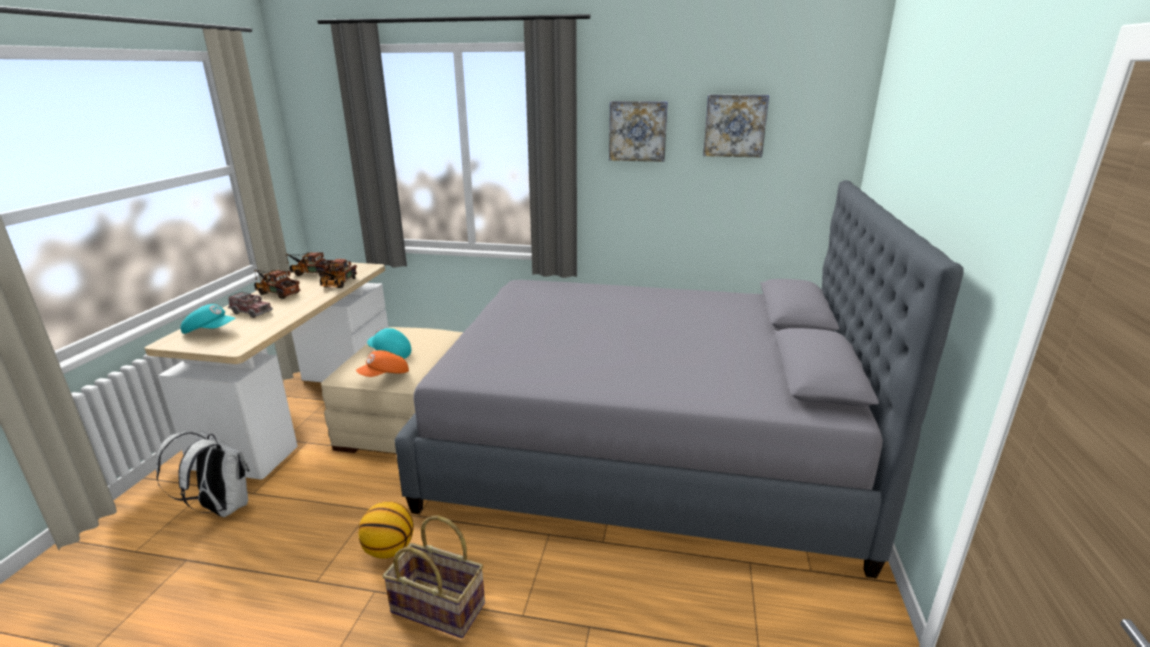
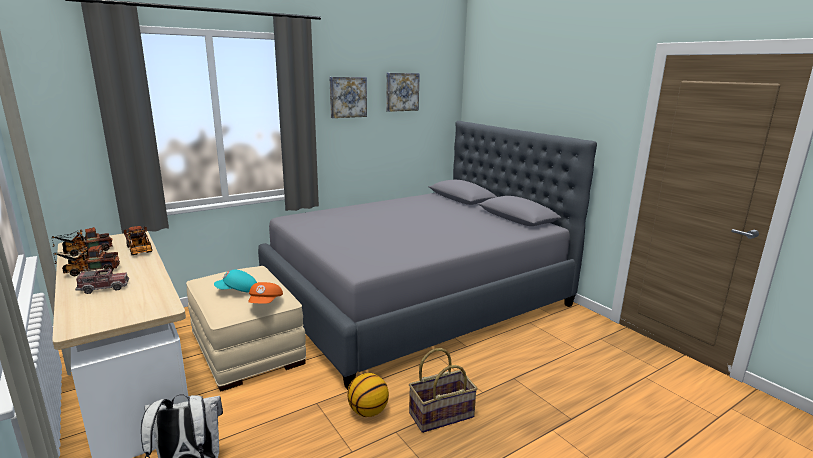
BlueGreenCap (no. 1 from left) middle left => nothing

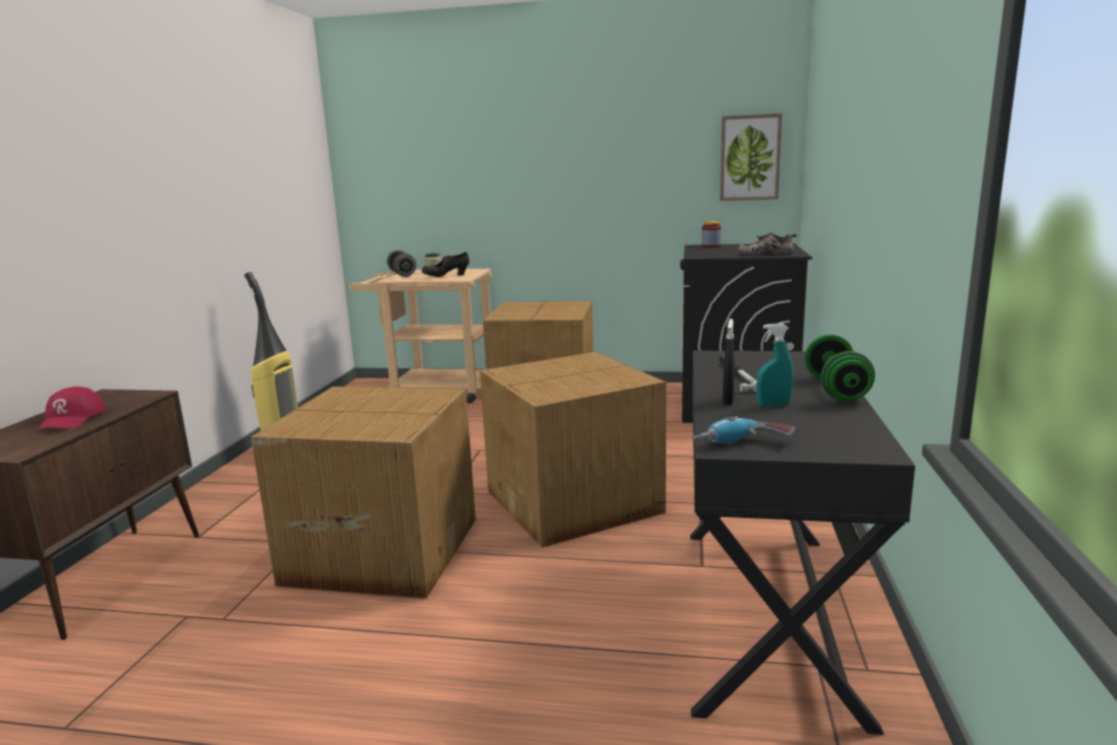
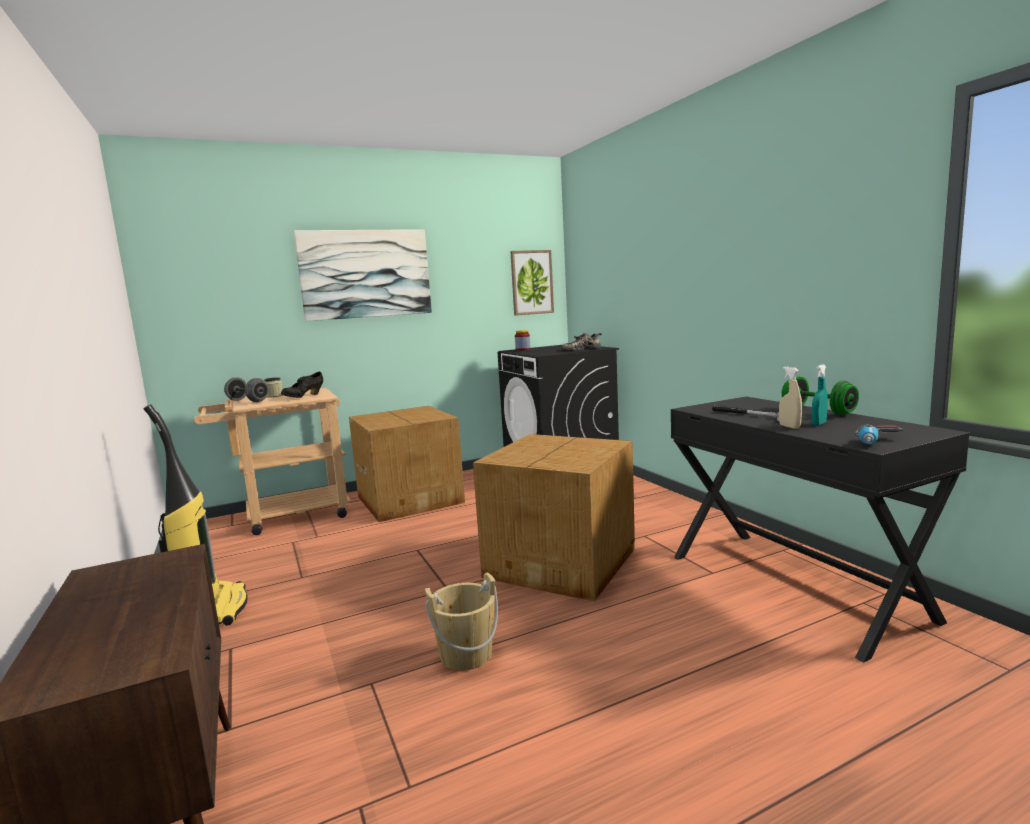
RedColouredCap middle left => nothing
nothing => WallPicture (no. 1 from left) centre
CardboardBox (no. 1 from left) middle left => BeigeColouredWaterBucket bottom centre
BlackColouredSprayBottle centre => BeigeColouredSprayBottle middle right

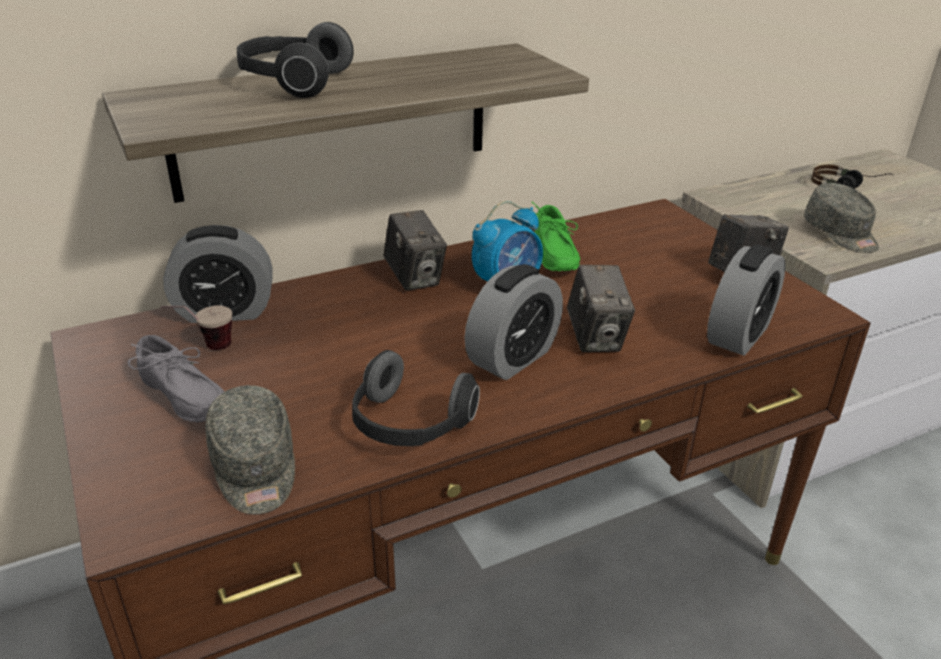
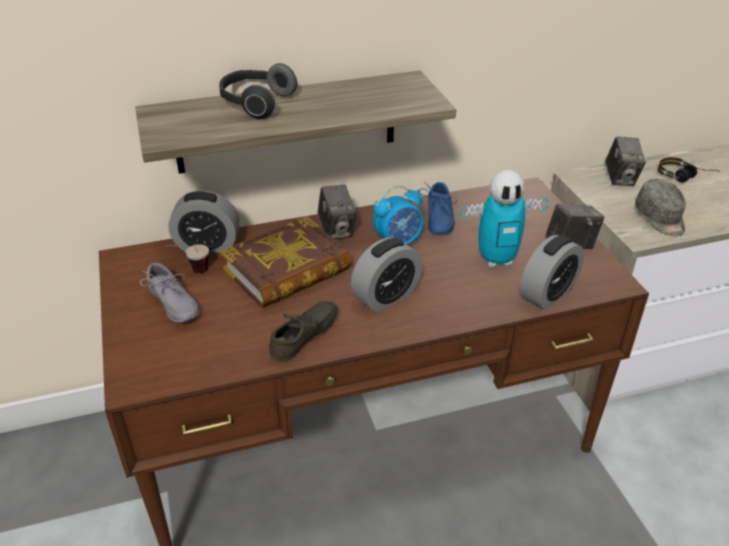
GreyishCap (no. 1 from left) bottom left => nothing
nothing => Book centre
nothing => RobotFigure middle right
PhotoCamera (no. 2 from left in the first image) centre => PhotoCamera (no. 3 from left) top right, shifted
Headphones (no. 2 from left) centre => GreyishLowShoe (no. 2 from left) centre
GreenColouredLowShoe centre => BlueLowShoe centre

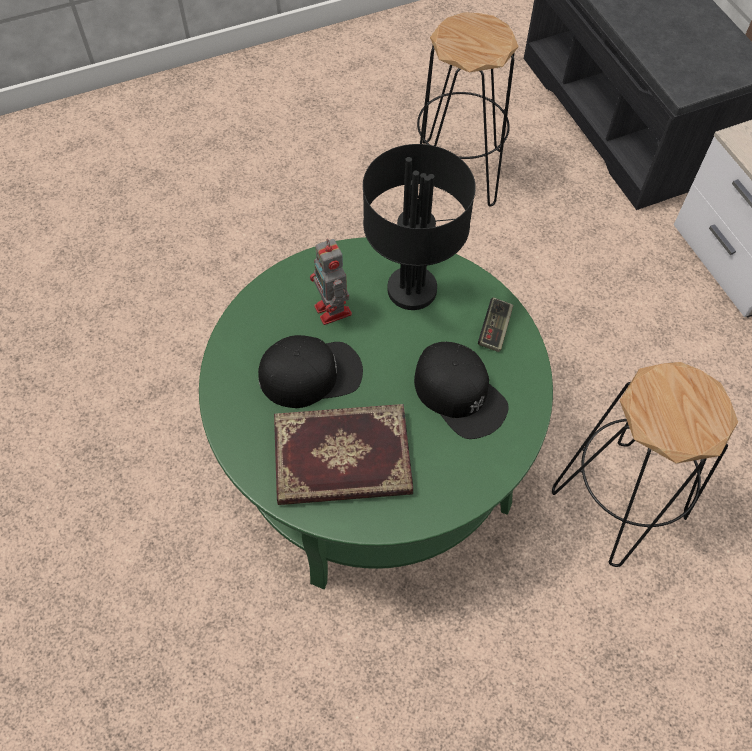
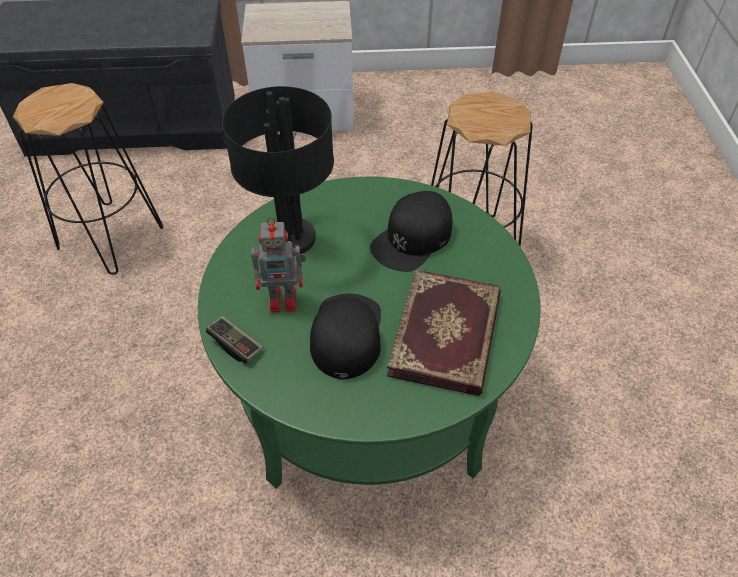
Gamepad centre => Gamepad middle left, shifted
BlackColouredCap (no. 2 from left) centre, 150 degrees clockwise

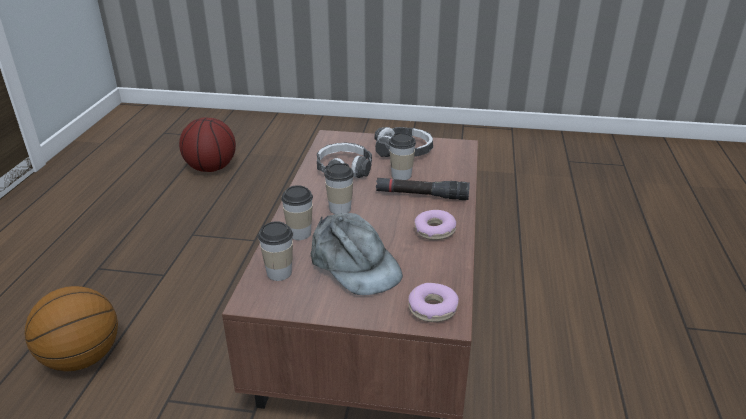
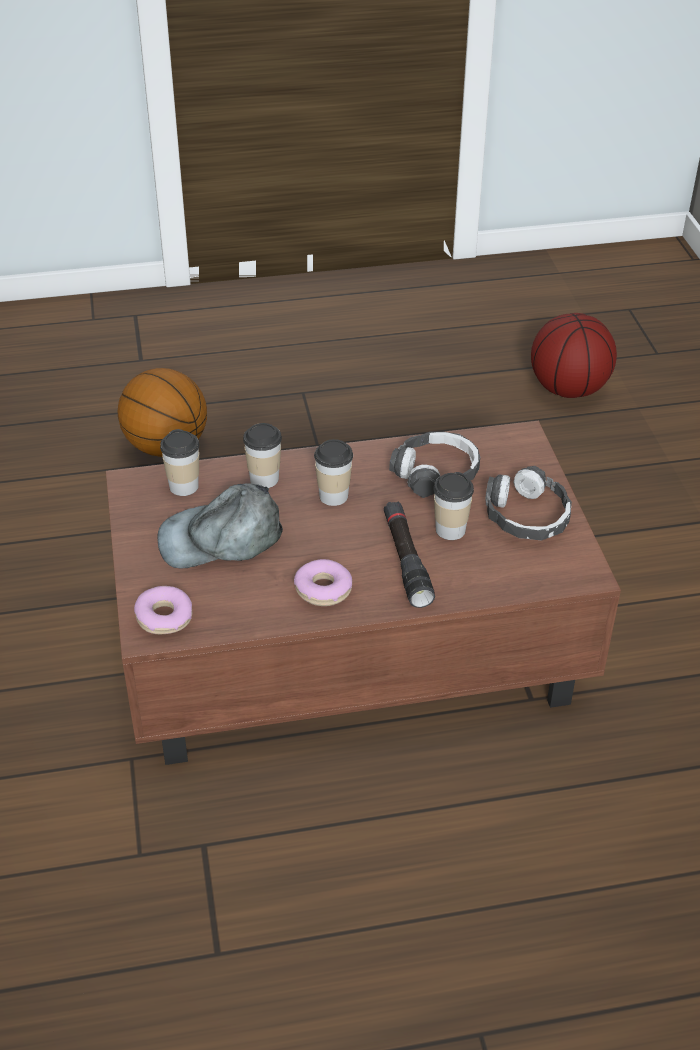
GreyishCap centre => GreyishCap middle left, 45 degrees clockwise

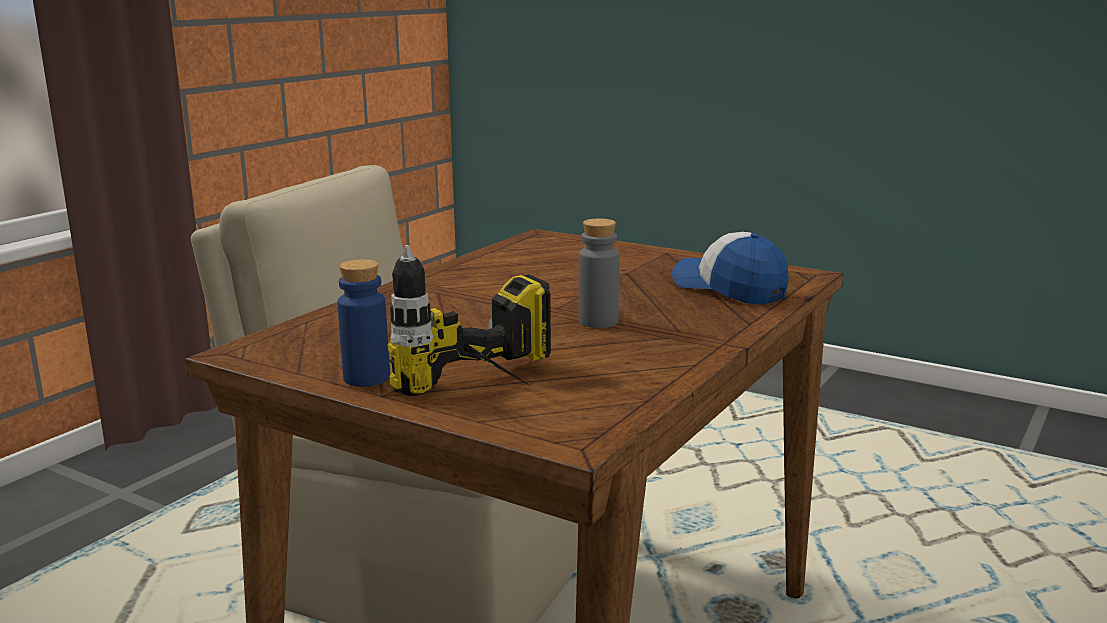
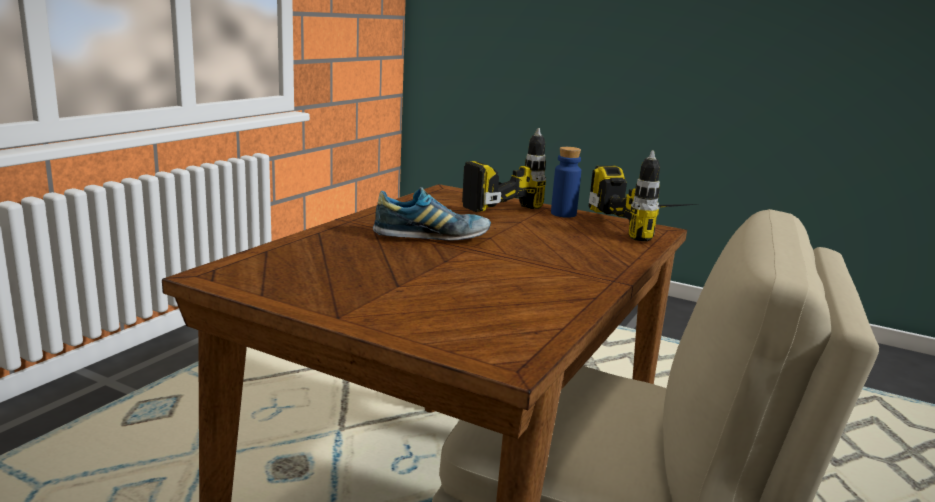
Cap centre => nothing
nothing => ElectricDrill (no. 2 from left) middle right
GreyishBeverageBottle centre => LowShoe centre

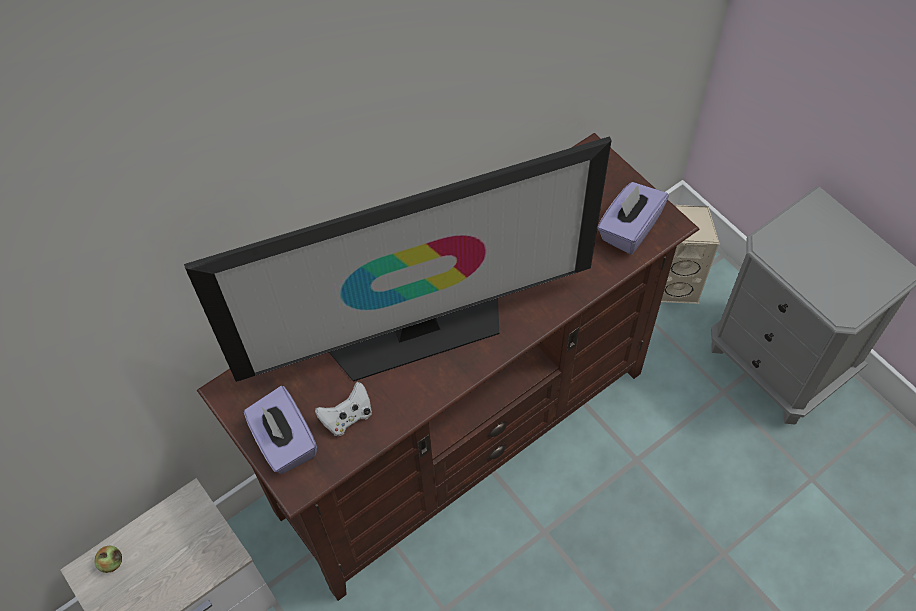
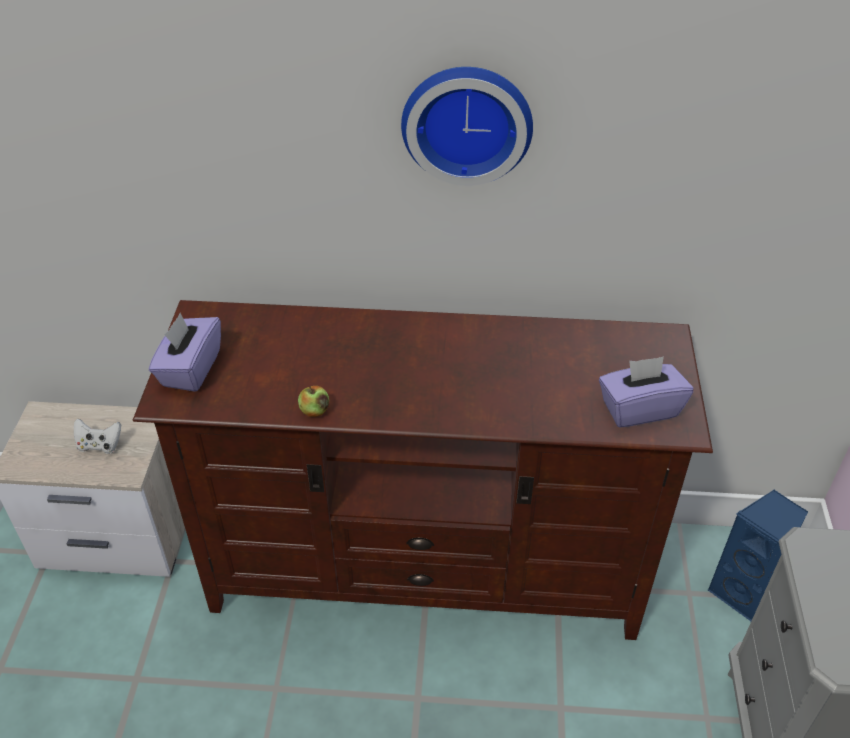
Television centre => nothing
nothing => WallClock top centre
AppleFruit bottom left => AppleFruit centre, shifted
WhiteColouredGamepad bottom centre => WhiteColouredGamepad middle left, shifted
BeigeColouredSpeaker middle right => BlueSpeaker bottom right

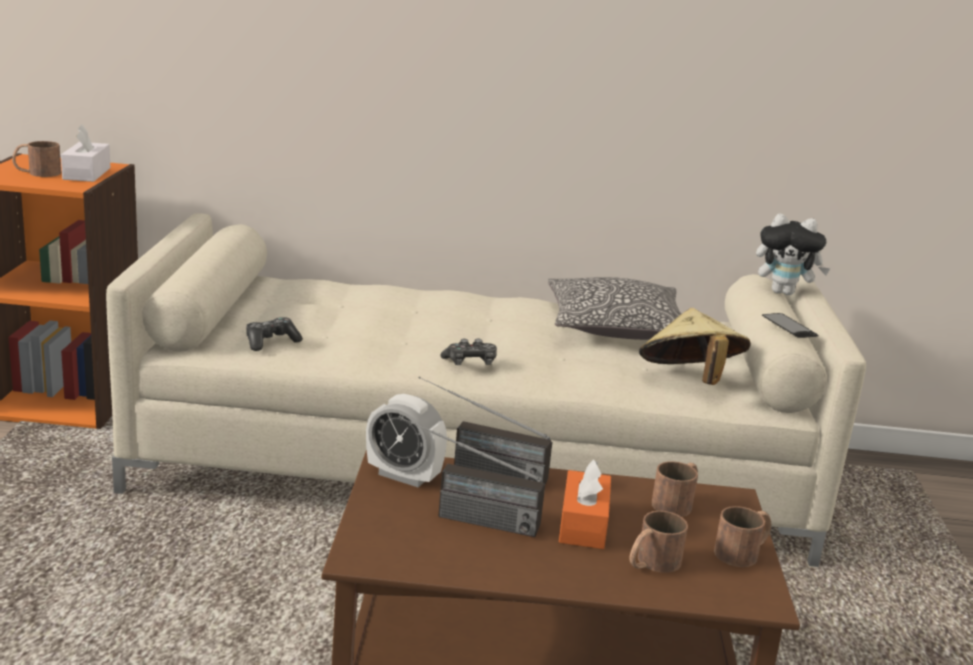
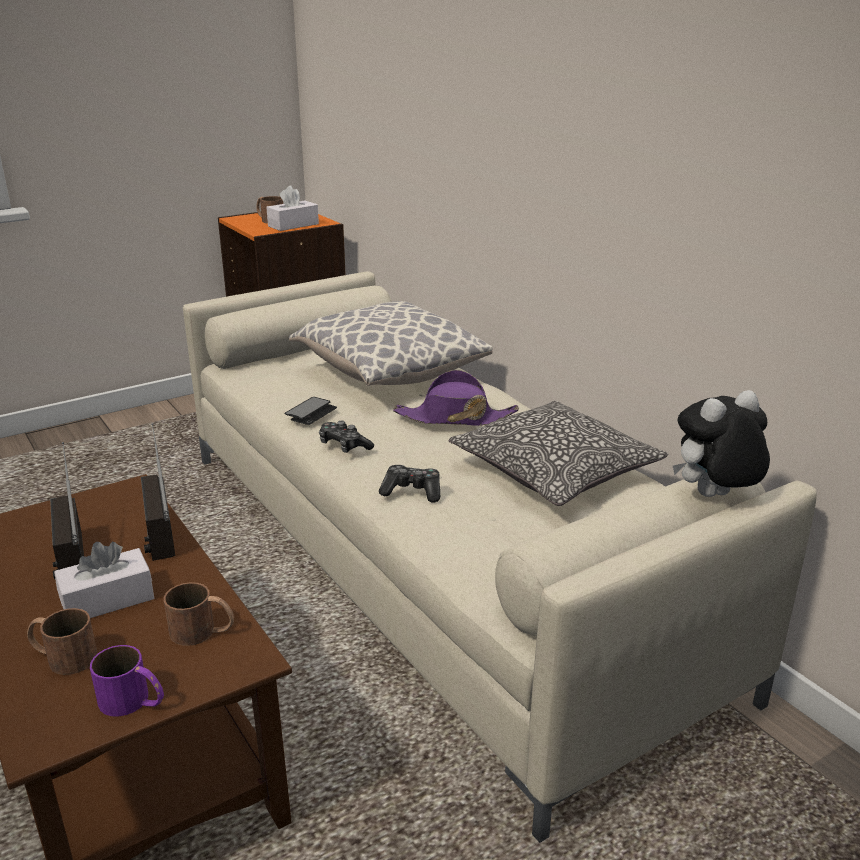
AlarmClock centre => nothing
BeigeColouredWearableHat middle right => nothing
nothing => ThrowPillow (no. 1 from left) centre
nothing => PurpleColouredWearableHat centre
Gamepad (no. 1 from left in the first image) middle left => Gamepad (no. 2 from left) centre, shifted
Phone middle right => Phone centre, shifted
OrangeColouredBoxOfTissues bottom centre => WhiteColouredBoxOfTissues (no. 1 from left) bottom left
BrownMug (no. 4 from left) bottom right => PurpleColouredMug bottom left
CuddlyToy middle right, 90 degrees clockwise

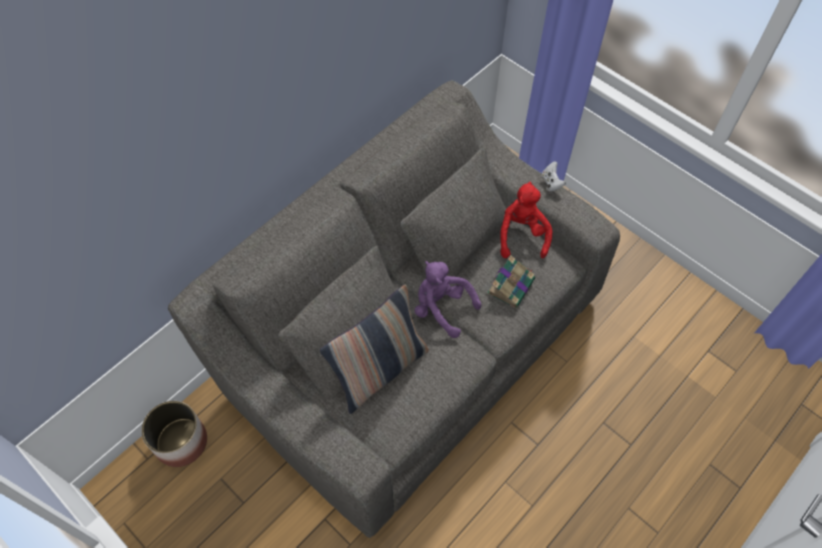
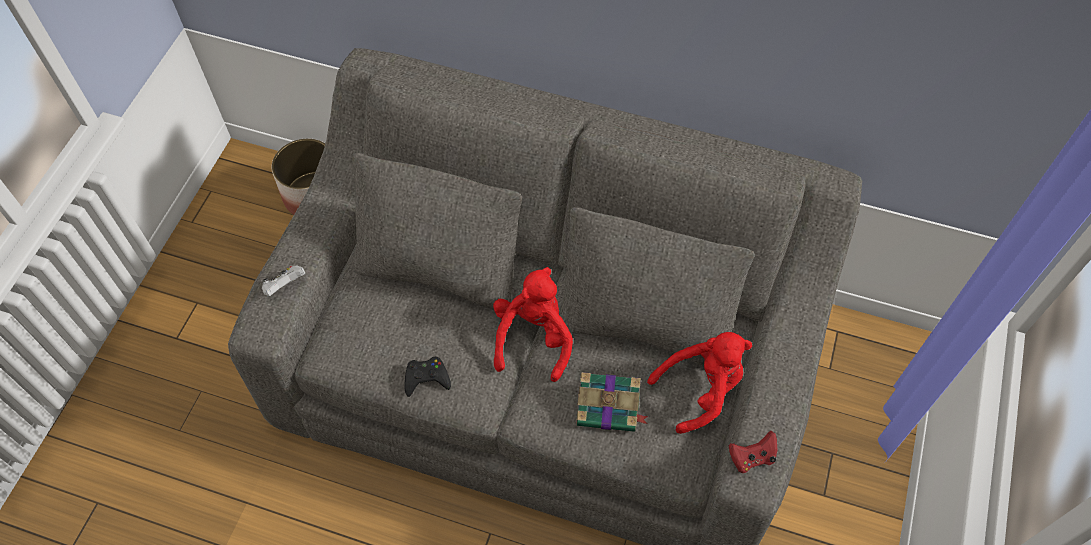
ThrowPillow centre => nothing
nothing => BlackColouredGamepad bottom centre
nothing => RedColouredGamepad bottom right
WhiteColouredGamepad top right => WhiteColouredGamepad middle left, shifted
PurpleColouredCuddlyToy centre => RedColouredCuddlyToy (no. 1 from left) centre

